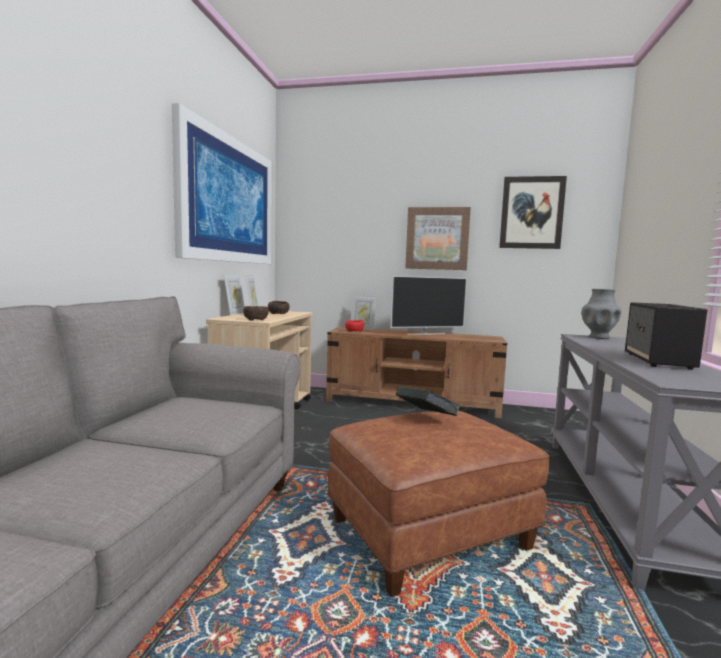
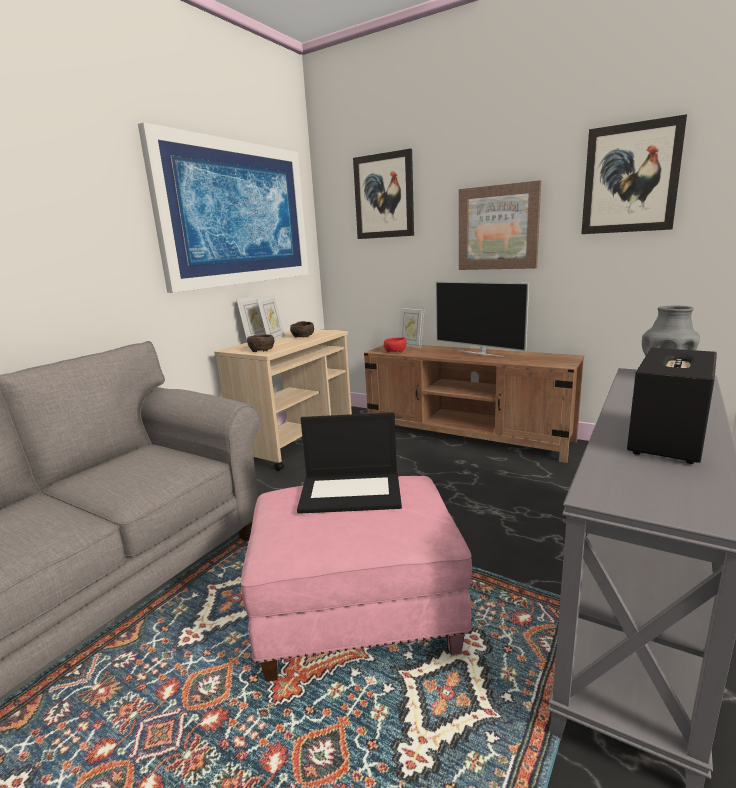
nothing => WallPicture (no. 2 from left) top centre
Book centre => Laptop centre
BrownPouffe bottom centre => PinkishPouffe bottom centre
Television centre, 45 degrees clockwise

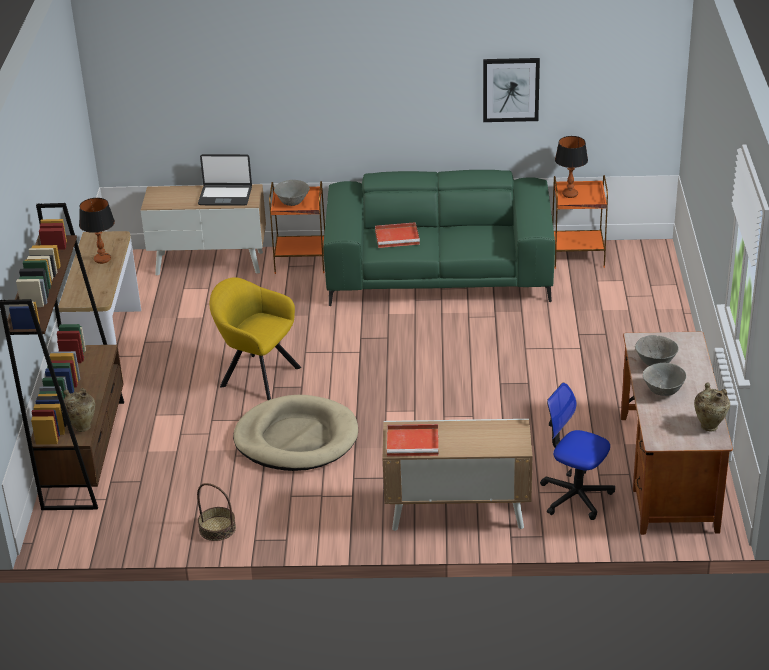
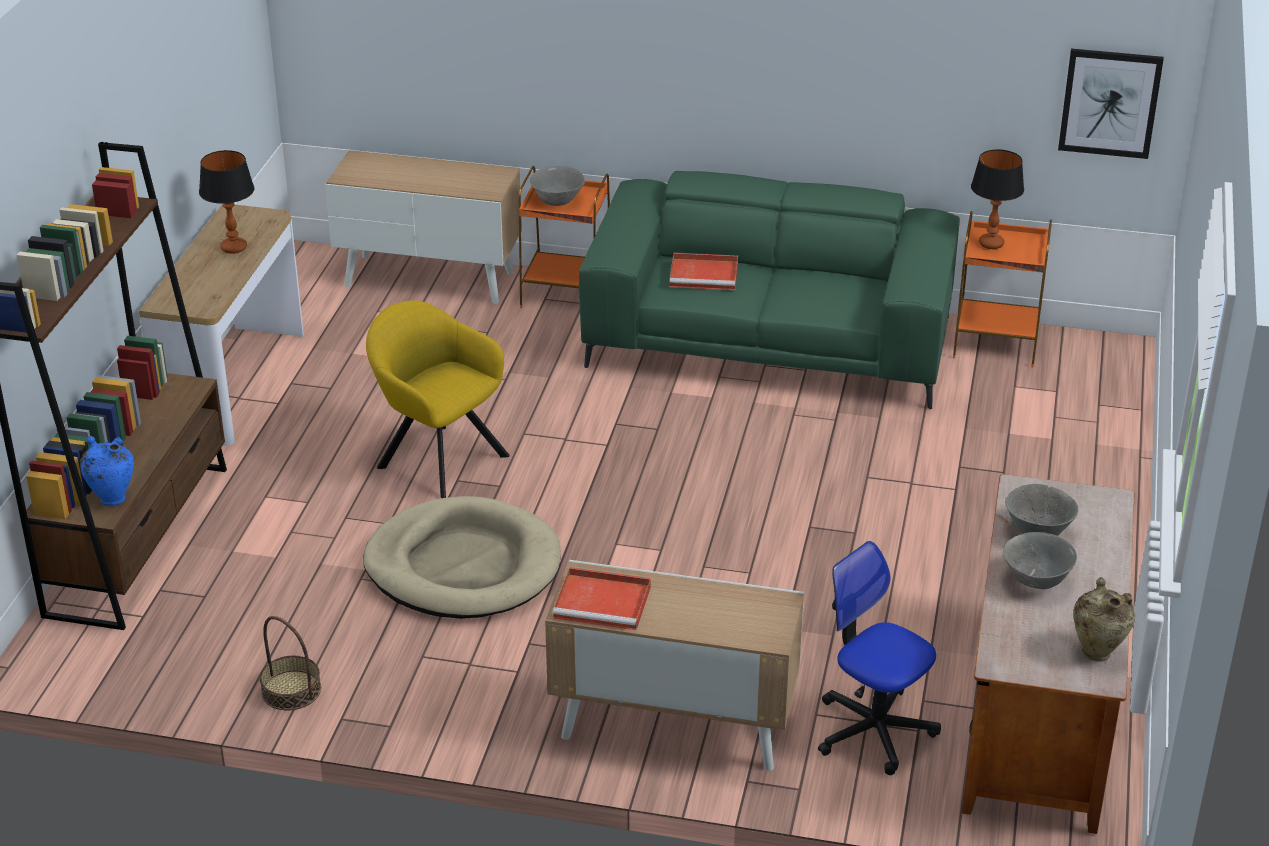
Laptop top left => nothing
WallPicture top centre => WallPicture top right, shifted
BeigeColouredDecorativeVase (no. 1 from left) middle left => BlueDecorativeVase middle left

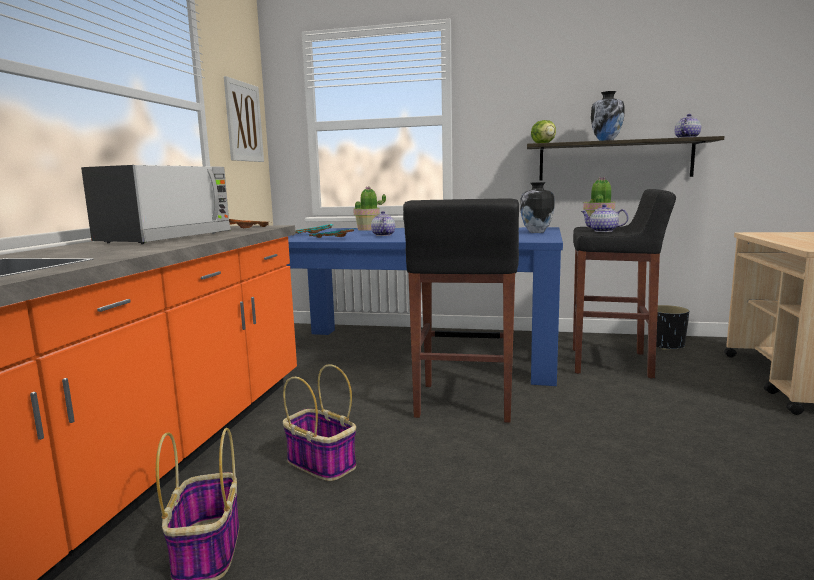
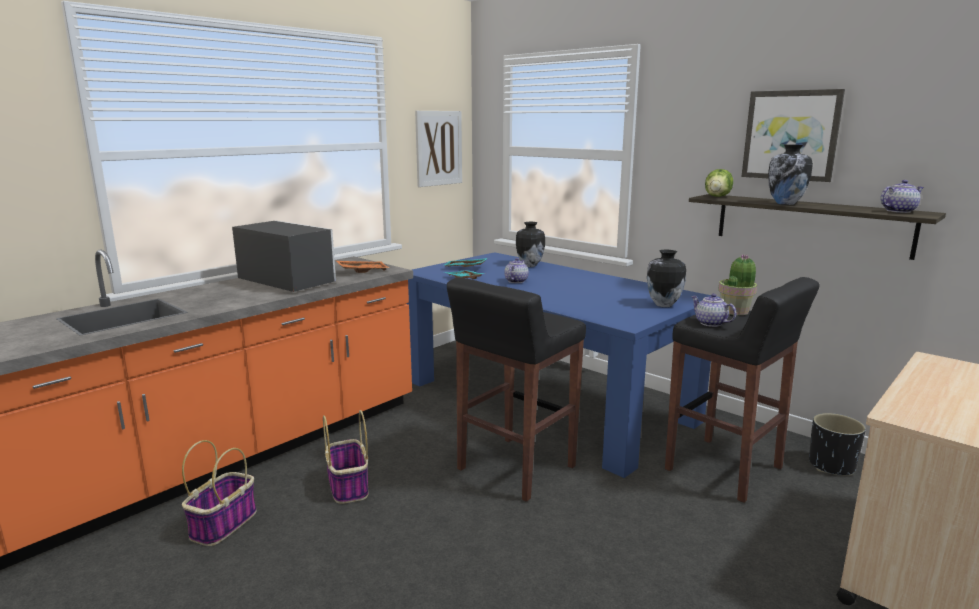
nothing => WallPicture (no. 2 from left) top right
PlantInAPot (no. 1 from left) centre => DecorativeVase (no. 1 from left) centre
MicrowaveOven middle left, 105 degrees counterclockwise

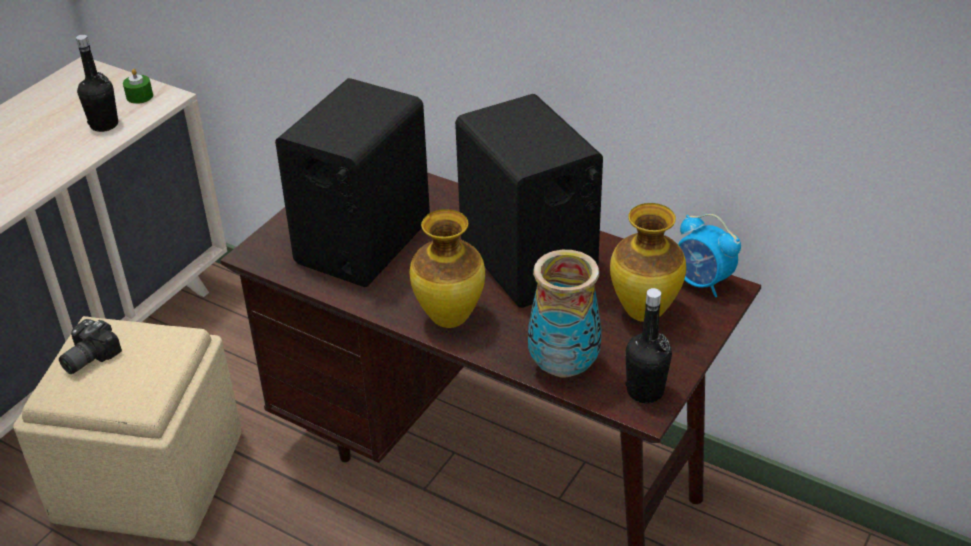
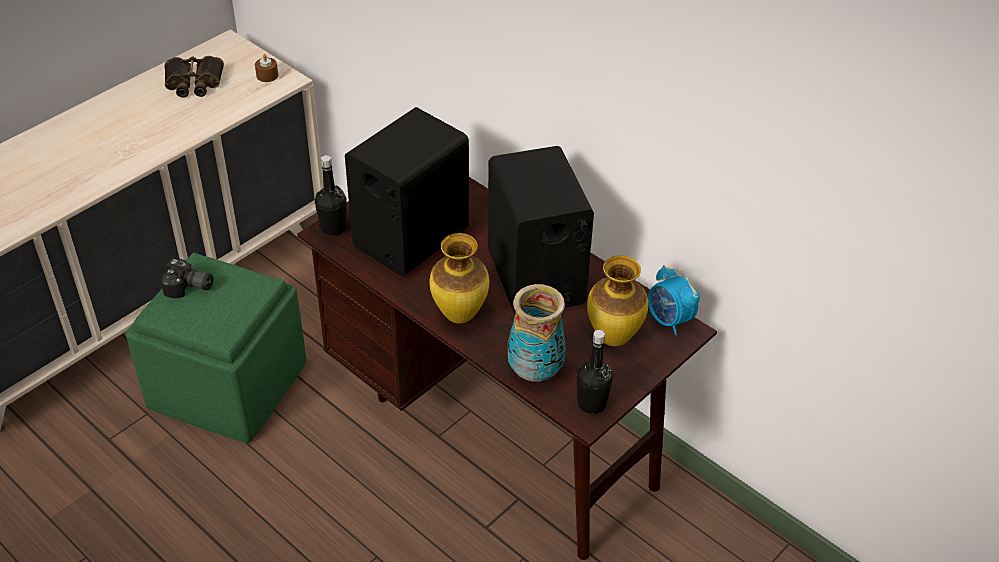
nothing => Binoculars top left
BlackColouredBeverageBottle (no. 1 from left) top left => BlackColouredBeverageBottle (no. 1 from left) middle left, shifted
BeigeColouredPouffe bottom left => GreenColouredPouffe middle left
GreenColouredWaxLight top left => BrownWaxLight top left
PhotoCamera middle left, 120 degrees counterclockwise

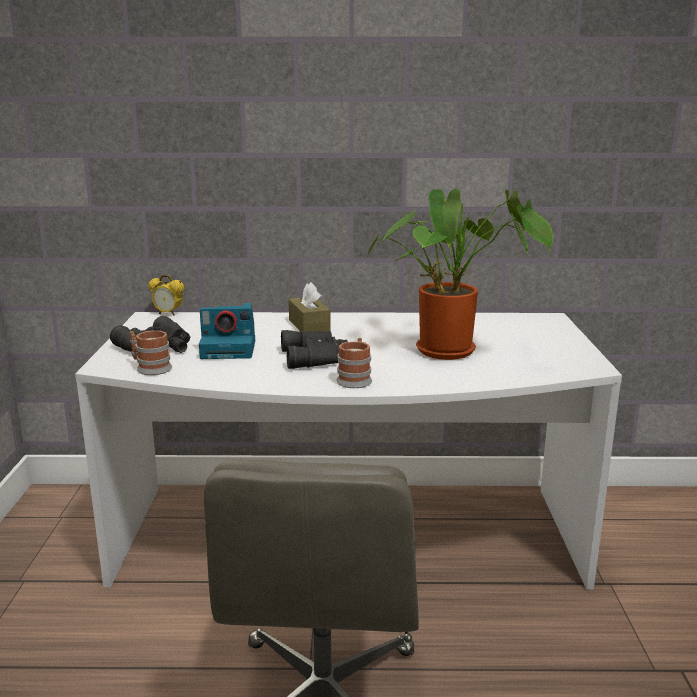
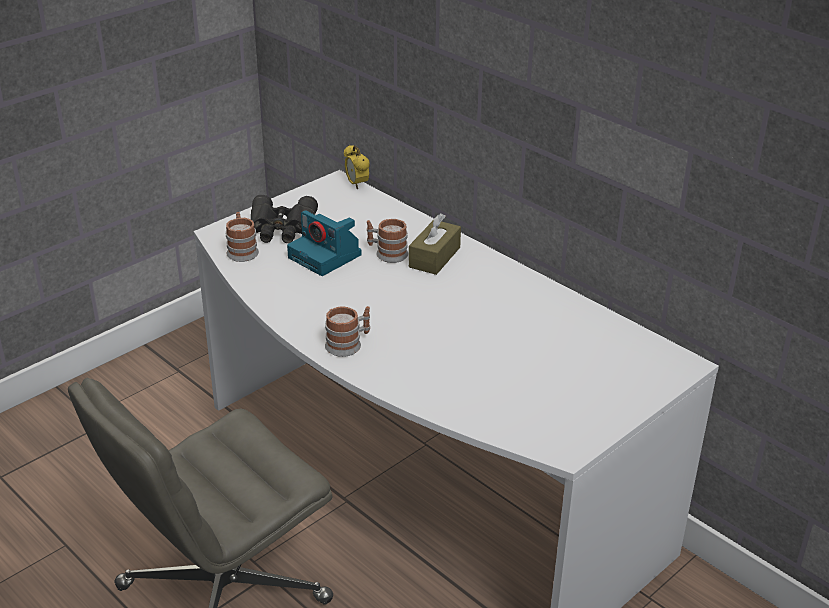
BlackColouredBinoculars (no. 2 from left) centre => nothing
PlantInAPot centre => nothing
nothing => Mug (no. 3 from left) centre

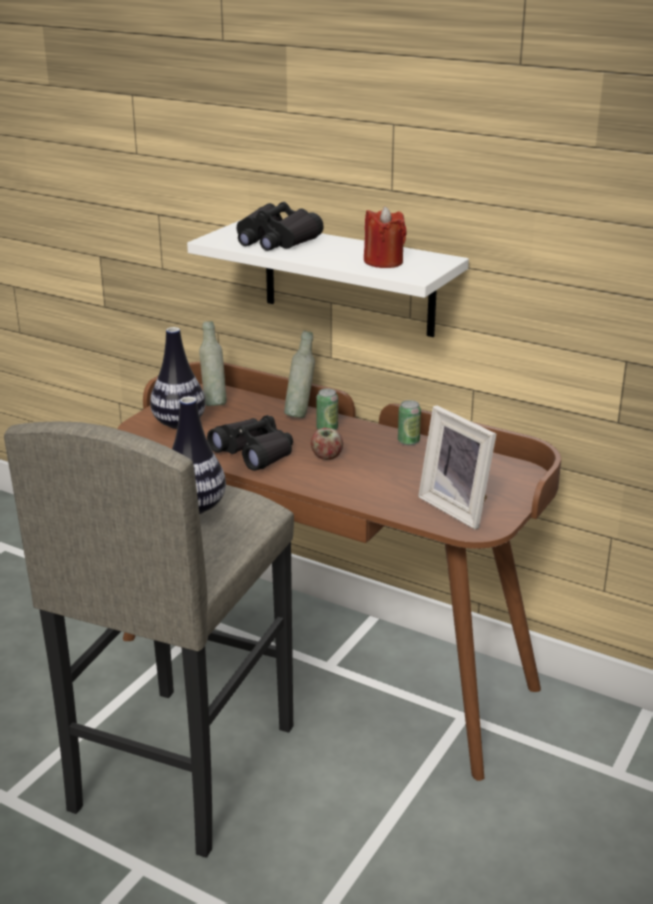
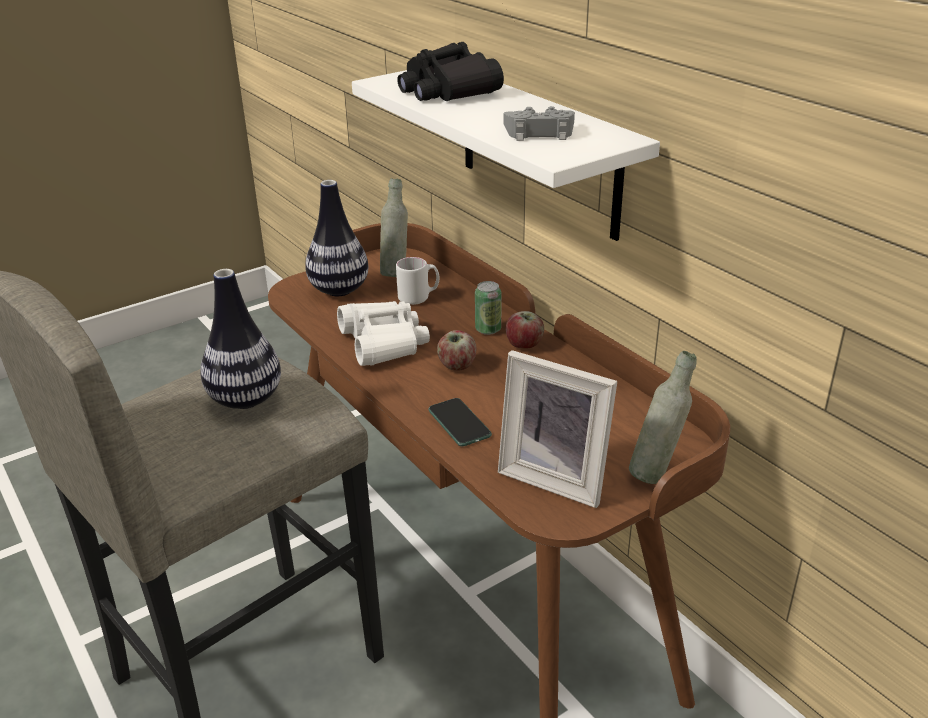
Can (no. 2 from left) centre => nothing
nothing => WhiteColouredMug centre
nothing => Phone centre
nothing => AppleFruit (no. 2 from left) centre
GreyishBeverageBottle (no. 2 from left) centre => GreyishBeverageBottle (no. 2 from left) middle right, shifted
RedColouredWaxLight top centre => GreyishGamepad top centre
BlackColouredBinoculars (no. 1 from left) centre => WhiteColouredBinoculars centre
PictureFrame middle right => PictureFrame centre, 45 degrees counterclockwise

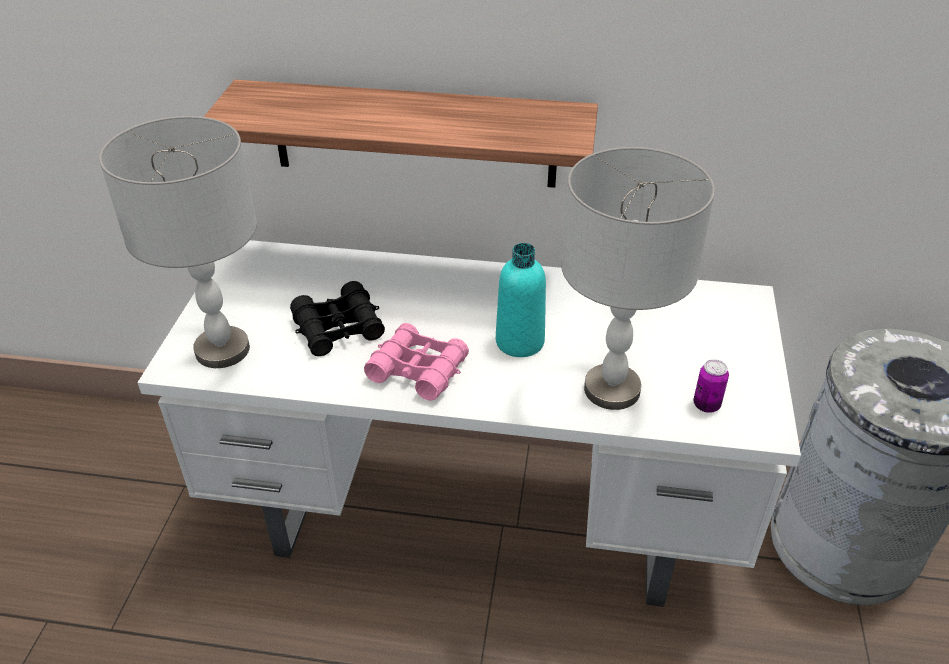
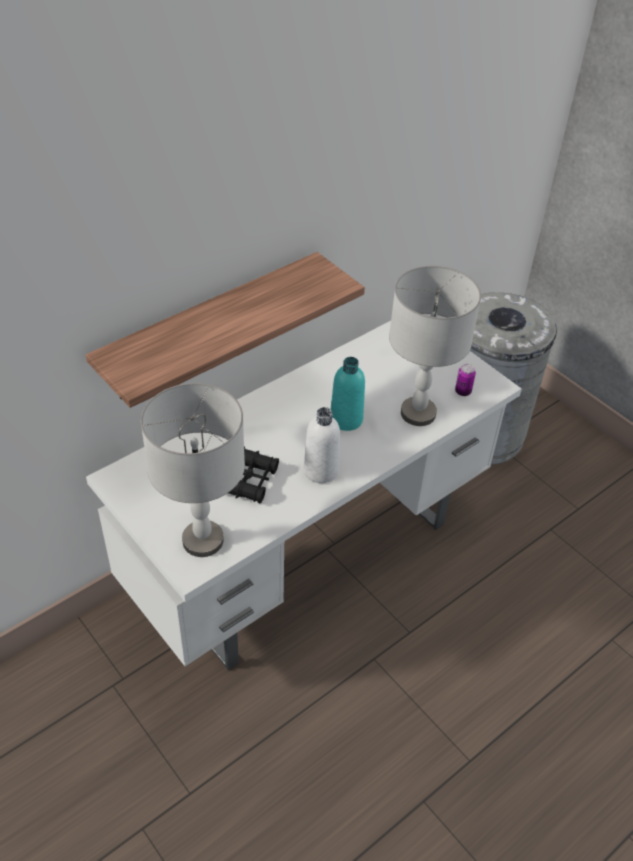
PinkishBinoculars centre => WhiteColouredBeverageBottle centre

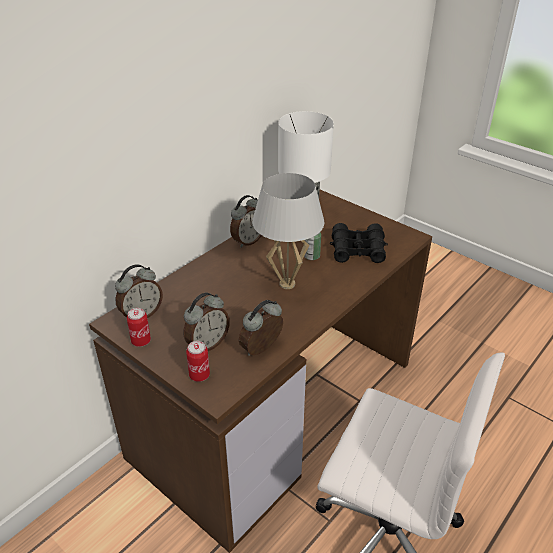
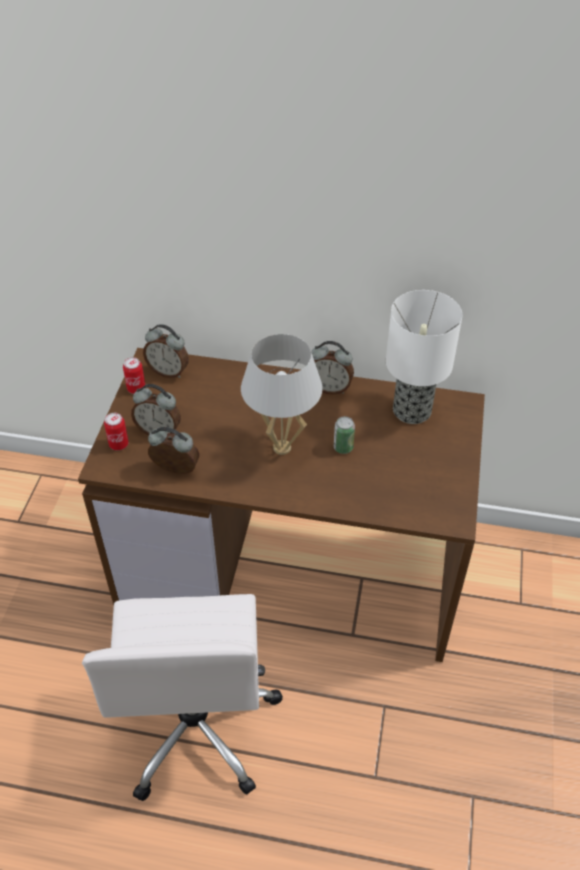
BlackColouredBinoculars centre => nothing

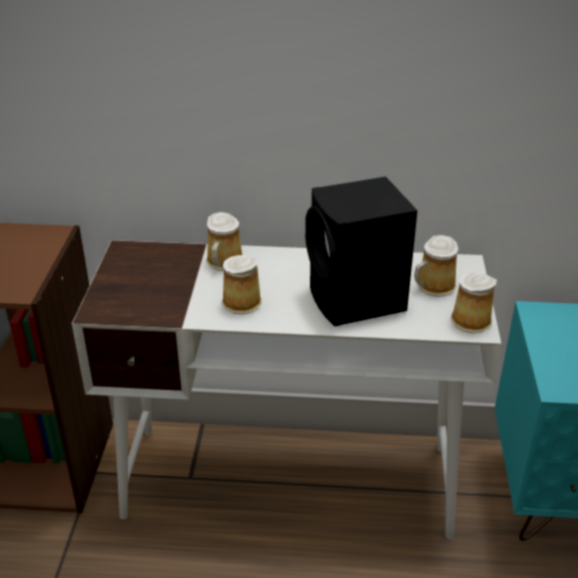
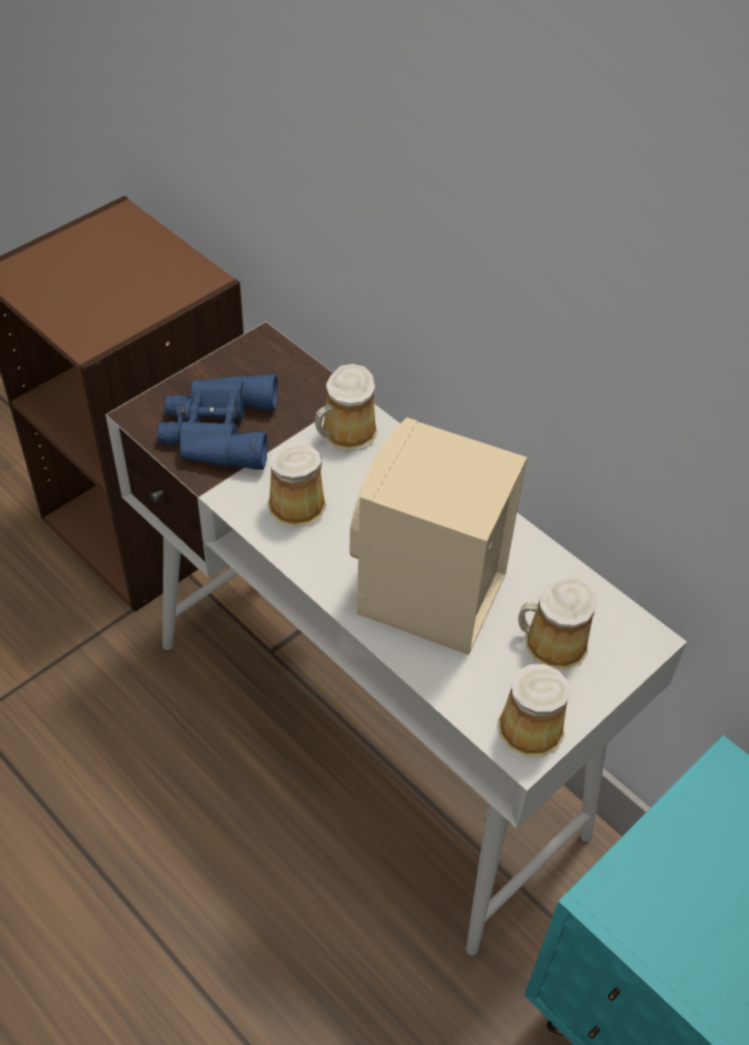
nothing => BlueBinoculars middle left
BlackColouredSpeaker centre => BeigeColouredSpeaker centre

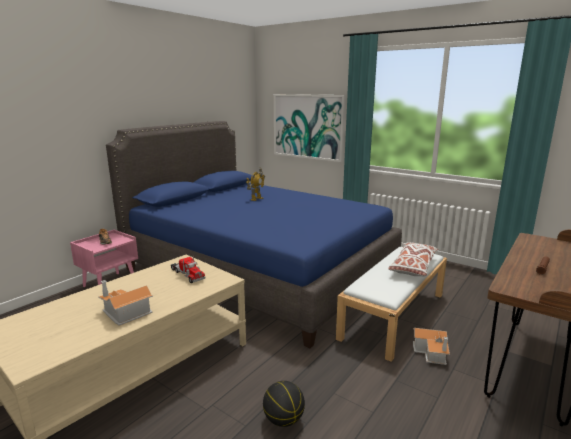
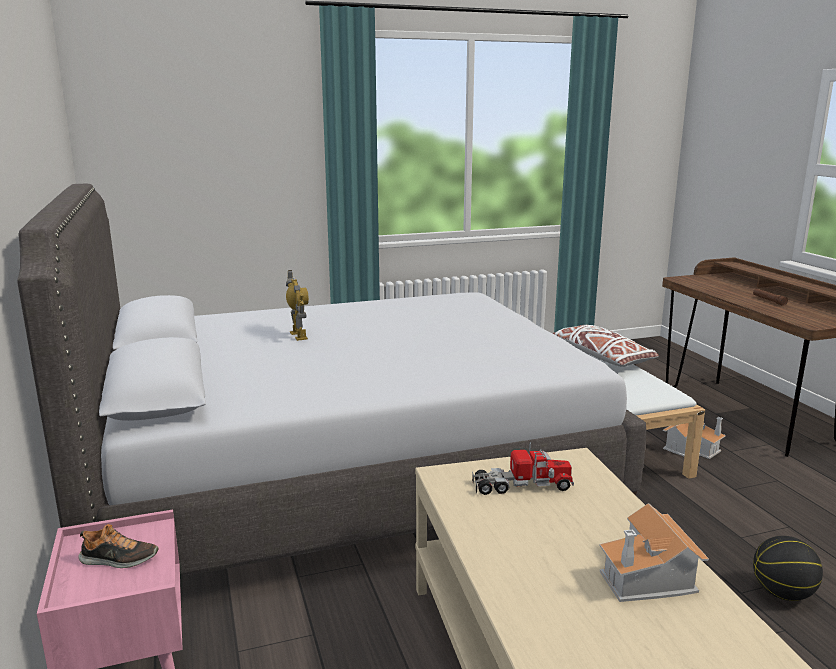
WallPicture top centre => nothing
BlueSleepingBed centre => GreyishSleepingBed centre

